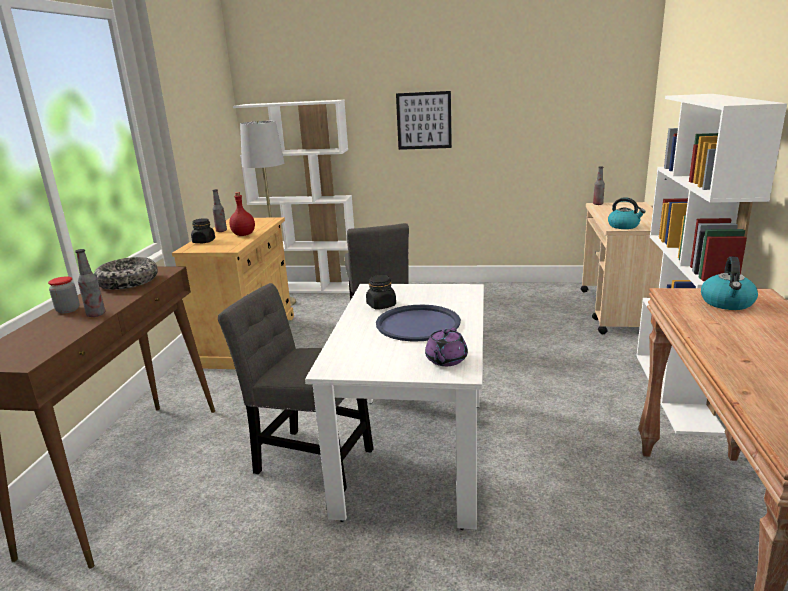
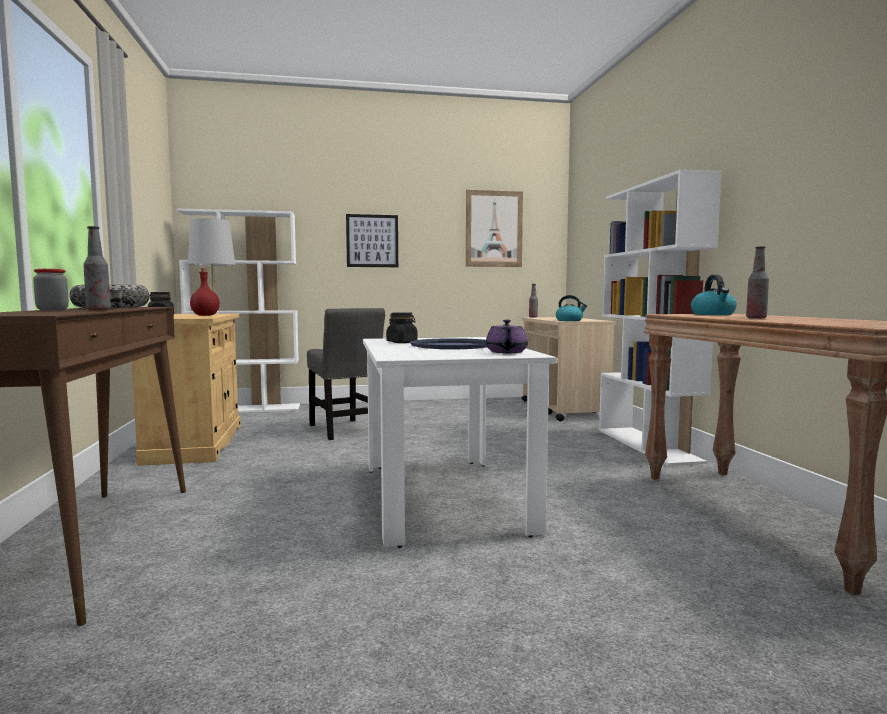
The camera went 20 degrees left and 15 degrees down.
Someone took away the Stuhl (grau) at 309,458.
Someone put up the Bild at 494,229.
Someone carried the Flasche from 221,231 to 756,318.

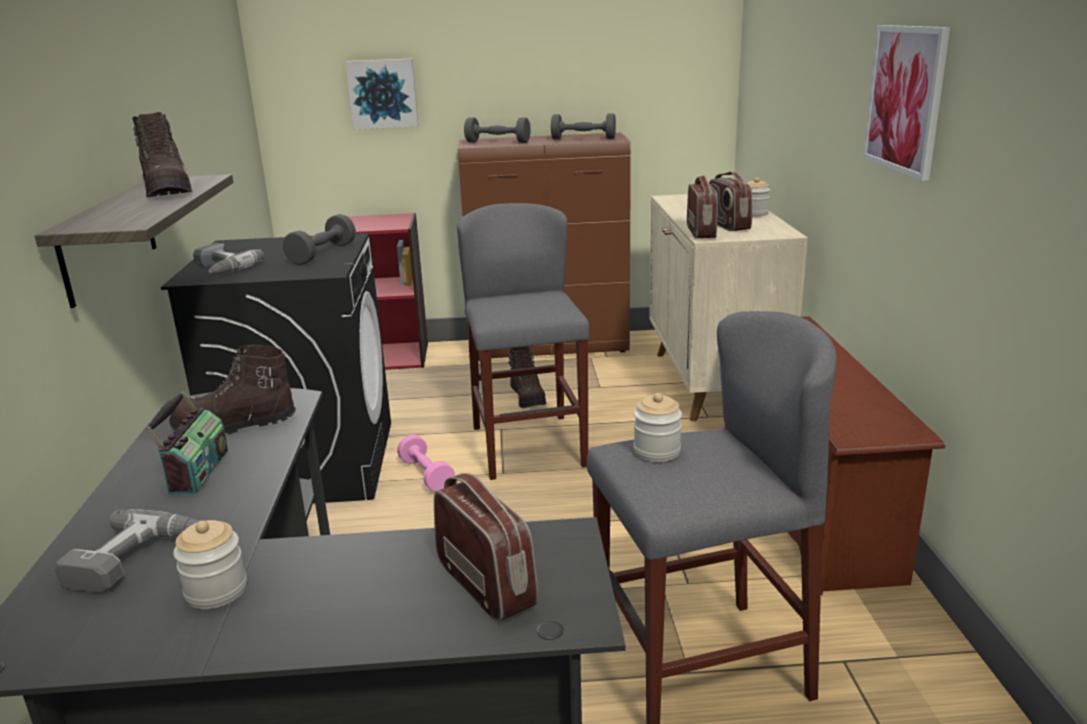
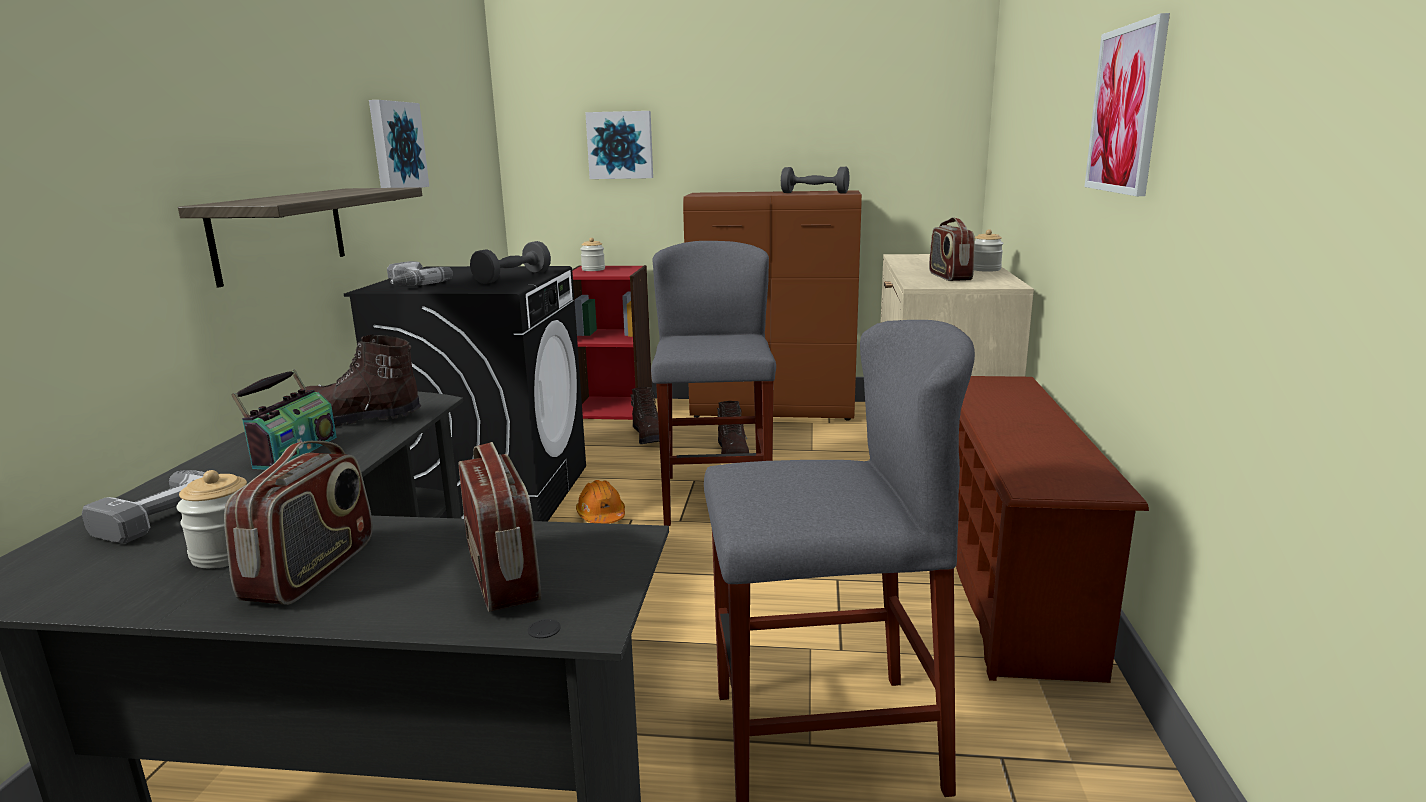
The camera went 10 degrees right and 5 degrees down.
Someone took away the Hantel (grau) at 497,142.
Someone put up the Bild at 396,146.
Someone carried the Stiefel (braun) from 167,191 to 649,436.
Someone carried the Vorratsglas from 657,451 to 593,269.
Someone carried the Radio from 701,232 to 312,571.
Someone swapped the Hantel (rosa) at 426,475 for the Schutzhelm (orange) at 601,516.

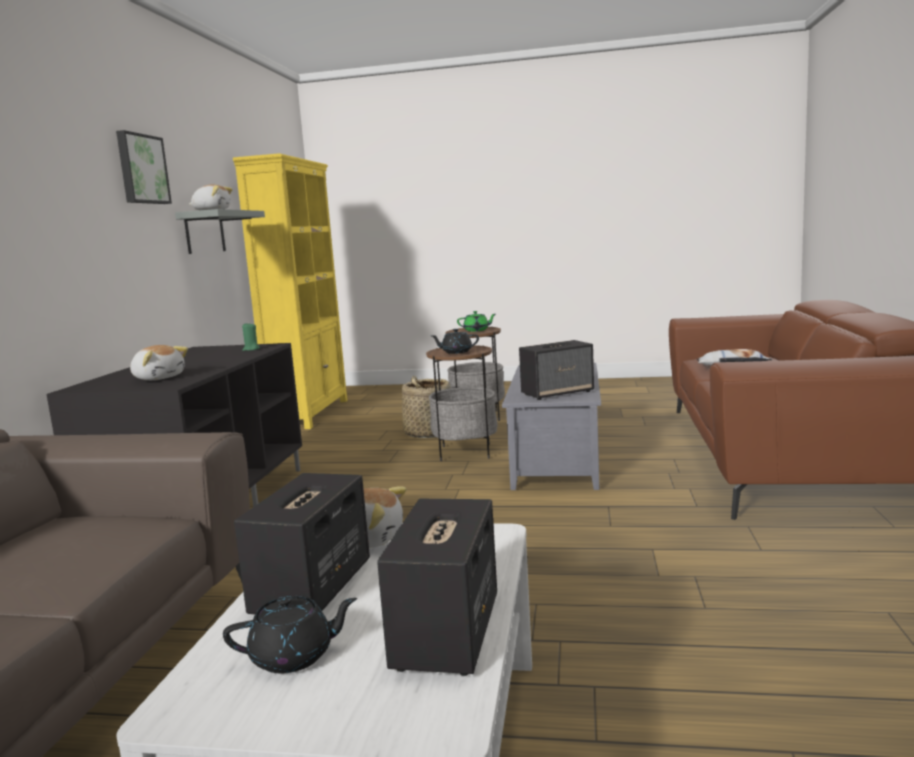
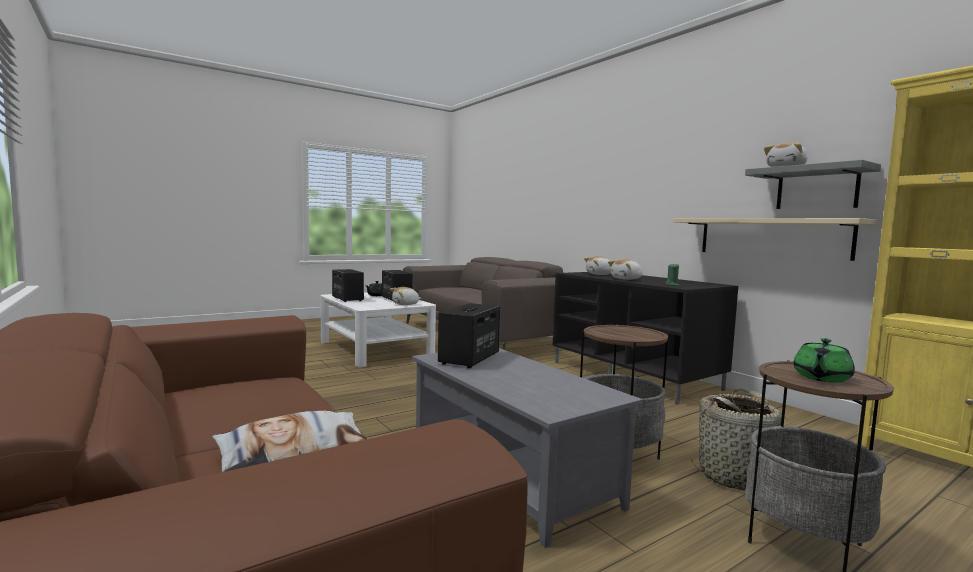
The camera went 135 degrees right and 5 degrees down.
Someone took away the Bild at 141,169.
Someone took away the Teekanne (schwarz) at 456,352.
Someone put down the Plüschtier at 627,279.
Someone put up the Wandregal (beige) at 771,237.

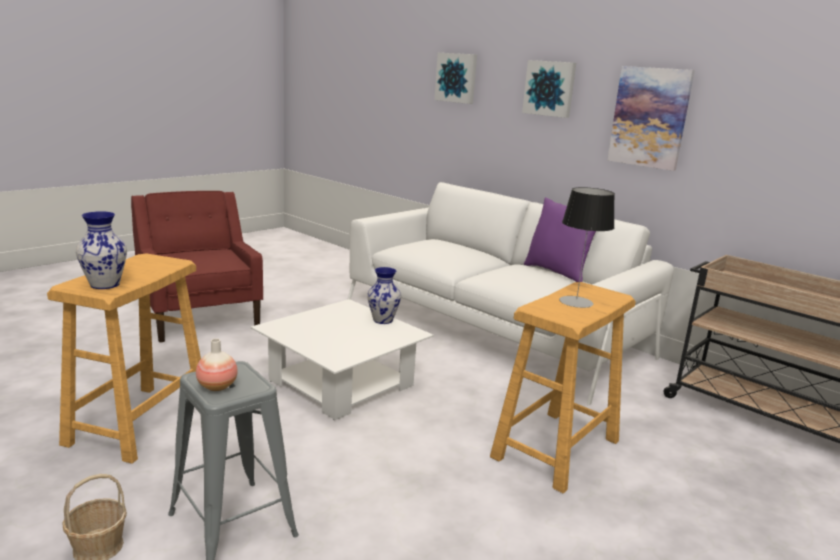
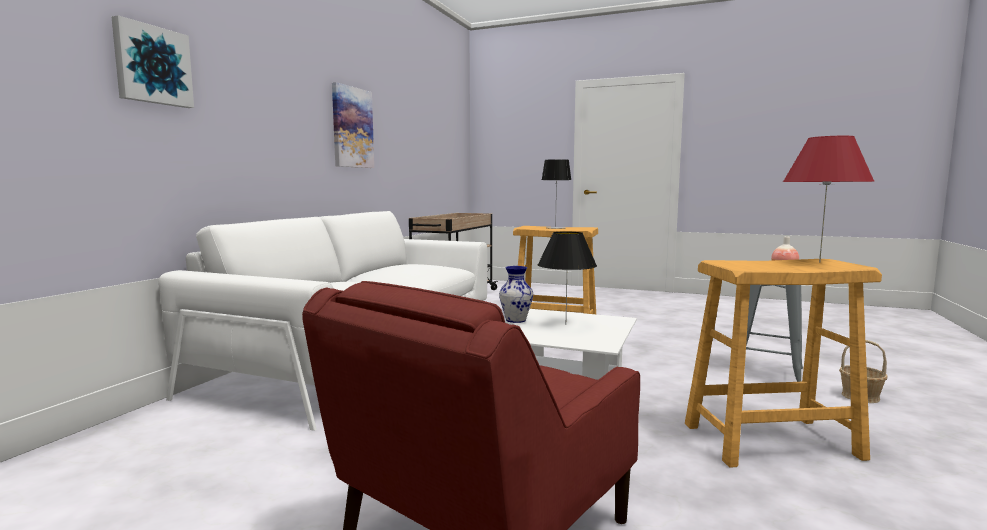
The camera went 110 degrees left and 10 degrees down.
Someone took away the Bild at 550,88.
Someone took away the Kissen (lila) at 557,272.
Someone put down the Tischlampe (schwarz) at 565,325.
Someone swapped the Vase at 104,284 for the Tischlampe (rot) at 820,262.

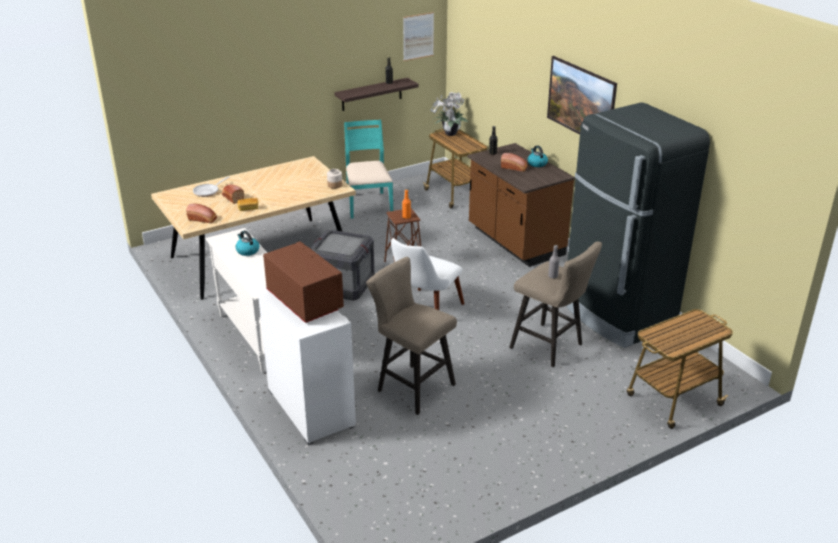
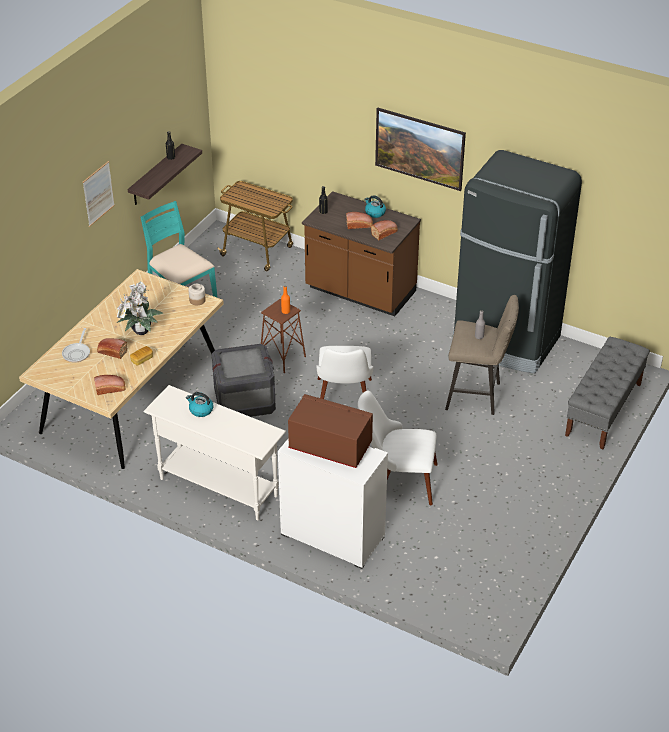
The camera went 30 degrees left and 10 degrees up.
Someone put down the Brot at 385,233.
Someone carried the Bild from 418,36 to 98,193.
Someone carried the Topfpflanze from 449,134 to 140,332.
Someone swapped the Hocker (beige) at 411,386 for the Stuhl (weiß) at 397,480.
Someone swapped the Rollwagen at 672,401 for the Bank (grau) at 603,410.

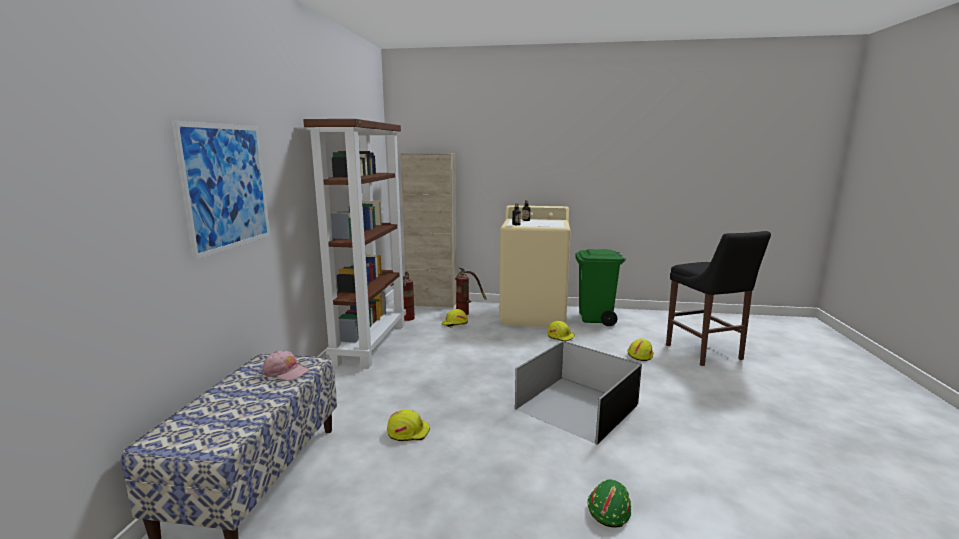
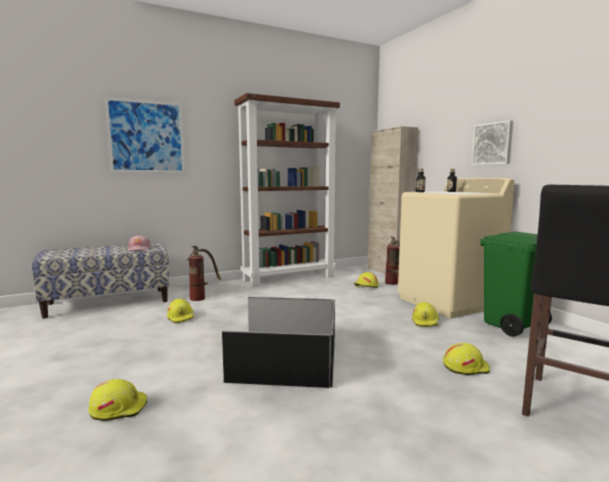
The camera went 55 degrees right and 5 degrees down.
Someone put up the Bild at 493,144.
Someone carried the Feuerlöscher from 405,316 to 201,297.
Someone repainted the Schutzhelm (grün) at 608,508, which became the Schutzhelm (gelb) at 119,408.

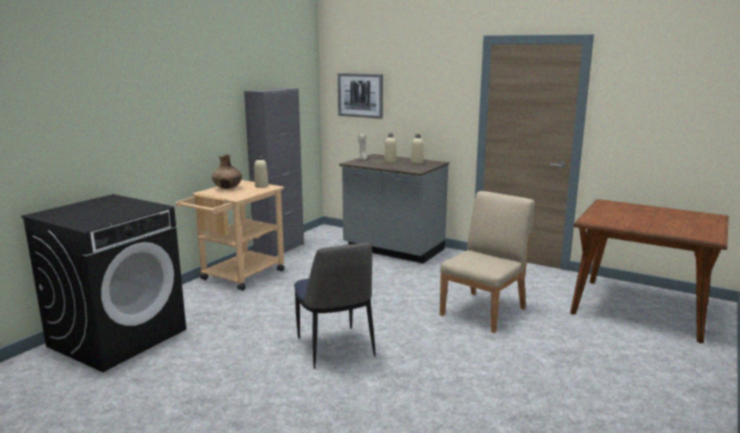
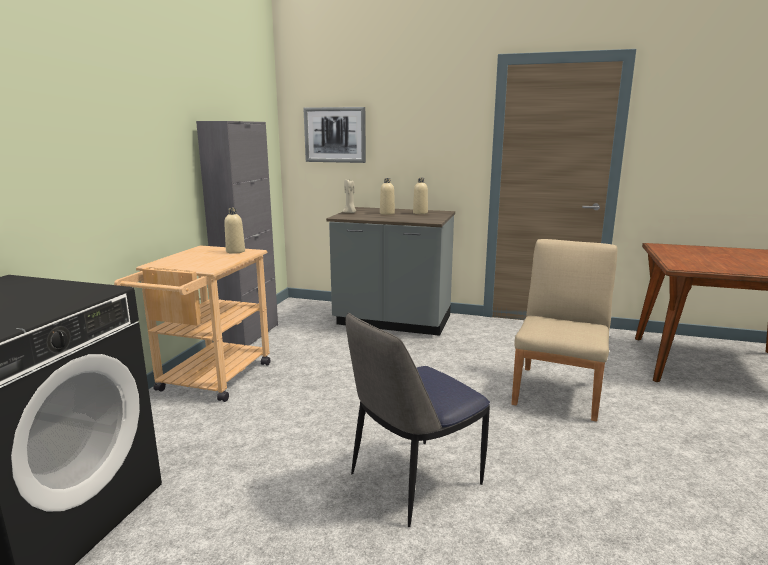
The camera went 15 degrees left and 0 degrees up.
Someone took away the Vase (braun) at 228,188.
Someone rotated the Stuhl at 335,348 by 90 degrees clockwise.

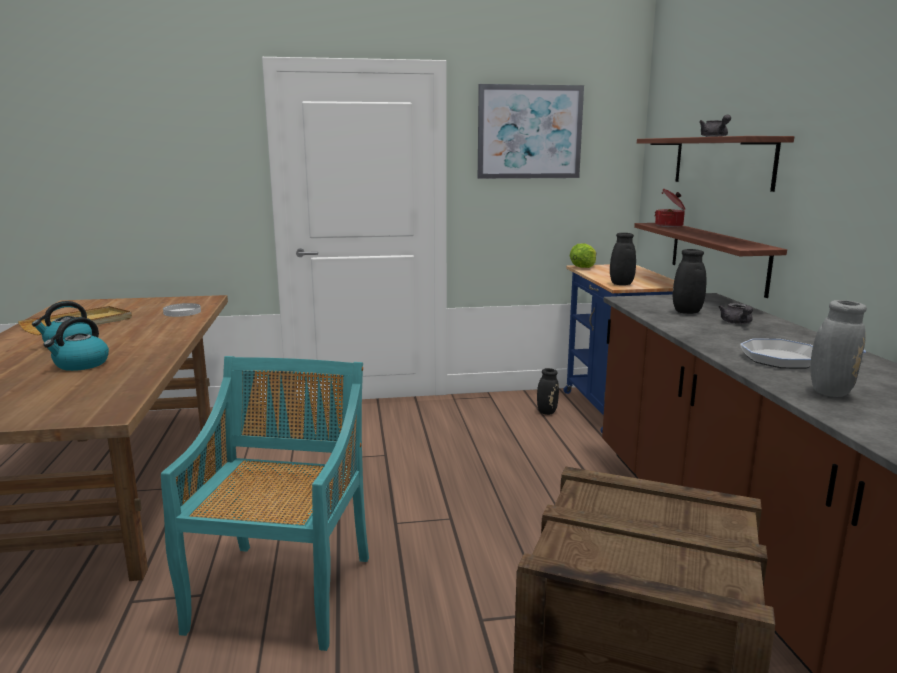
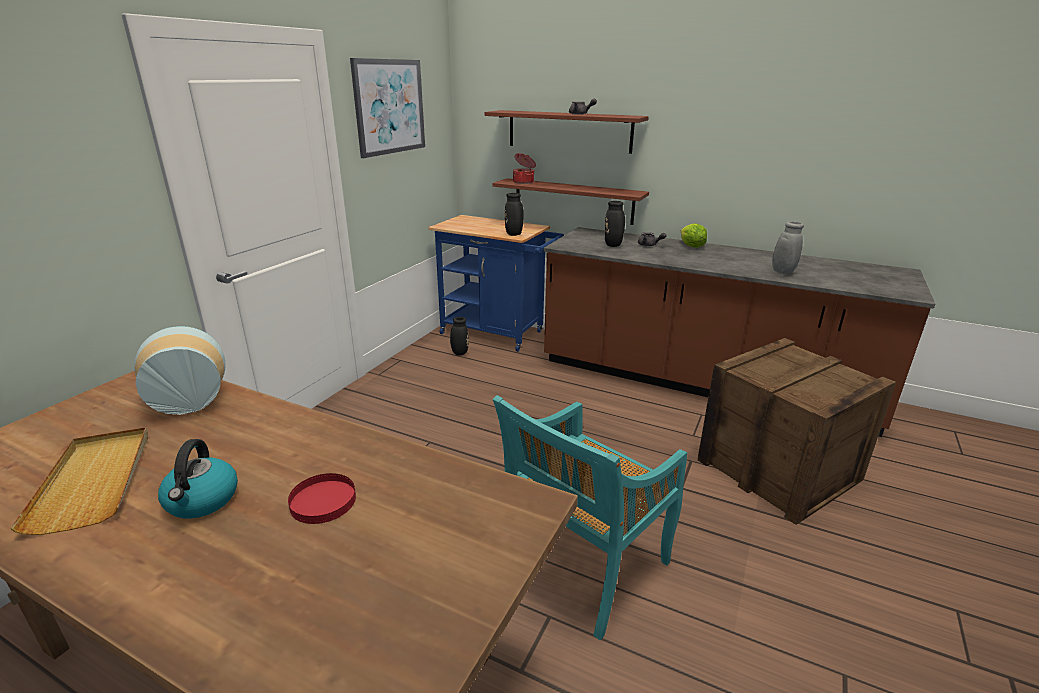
The camera went 55 degrees left and 10 degrees up.
Someone took away the Pfanne at 786,359.
Someone carried the Salatkopf from 583,267 to 691,246.
Someone swapped the Wasserkessel at 81,364 for the Teller (rot) at 323,501.
Someone swapped the Teller (weiß) at 182,312 for the Vase at 190,399.
Someone rotated the Stuhl (türkis) at 282,591 by 90 degrees counterclockwise.

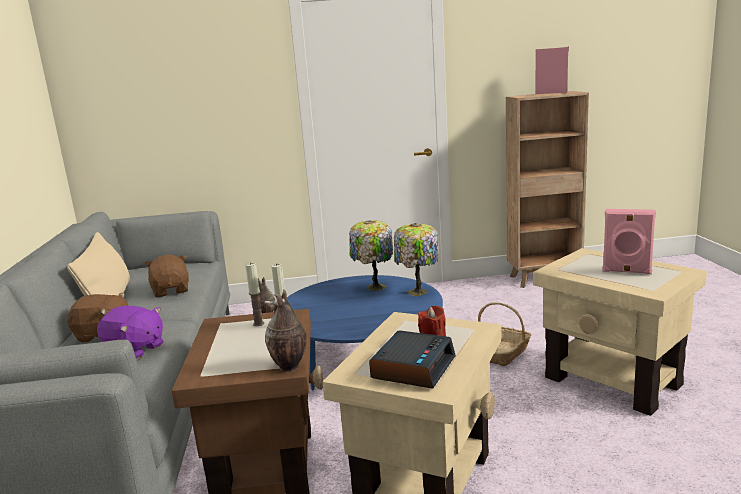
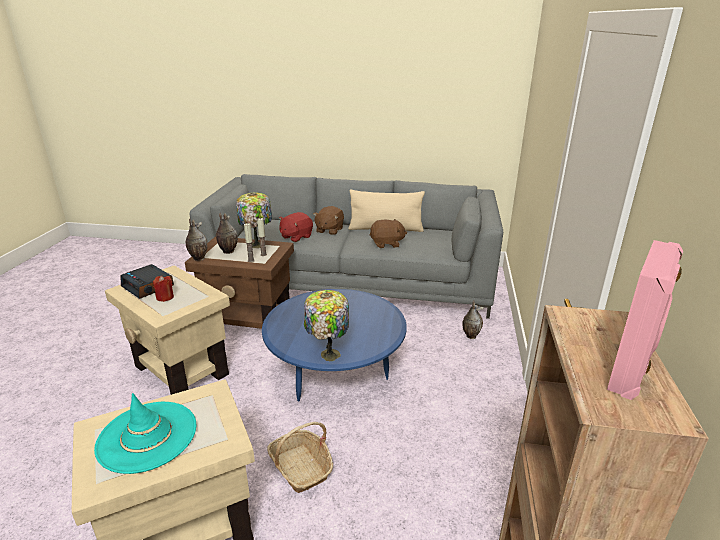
The camera went 105 degrees right and 10 degrees up.
Someone put down the Vase at 227,251.
Someone carried the Tischlampe from 374,287 to 258,244.
Someone swapped the Lautsprecher (rosa) at 626,271 for the Hut (türkis) at 147,436.
Someone repainted the Plüschtier (lila) at 135,350, which became the Plüschtier (rot) at 296,237.

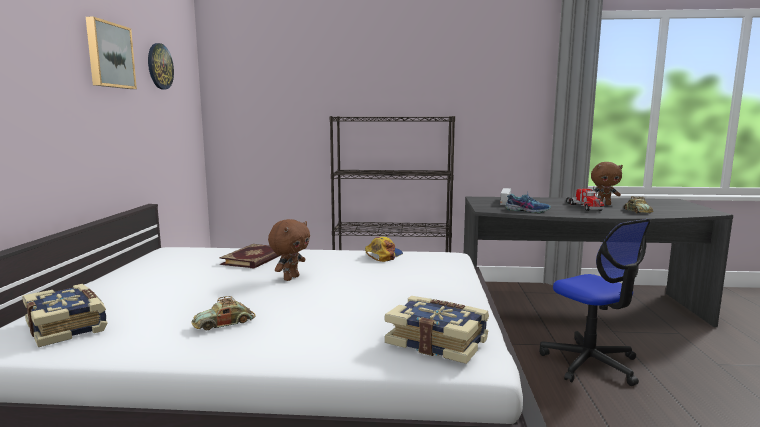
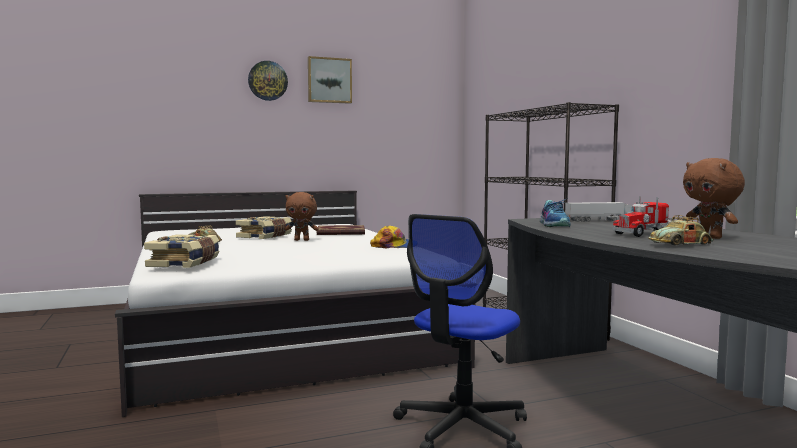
The camera went 65 degrees right and 5 degrees down.
Someone carried the Buch from 68,327 to 265,236.
Someone carried the Wanduhr from 159,66 to 267,80.

